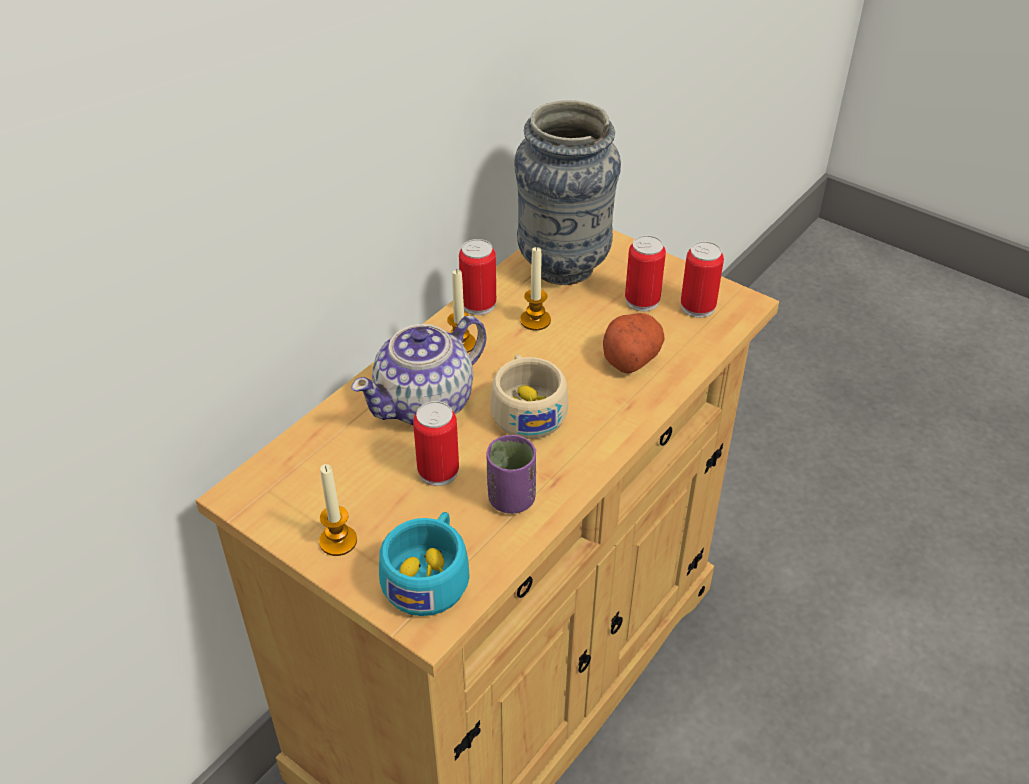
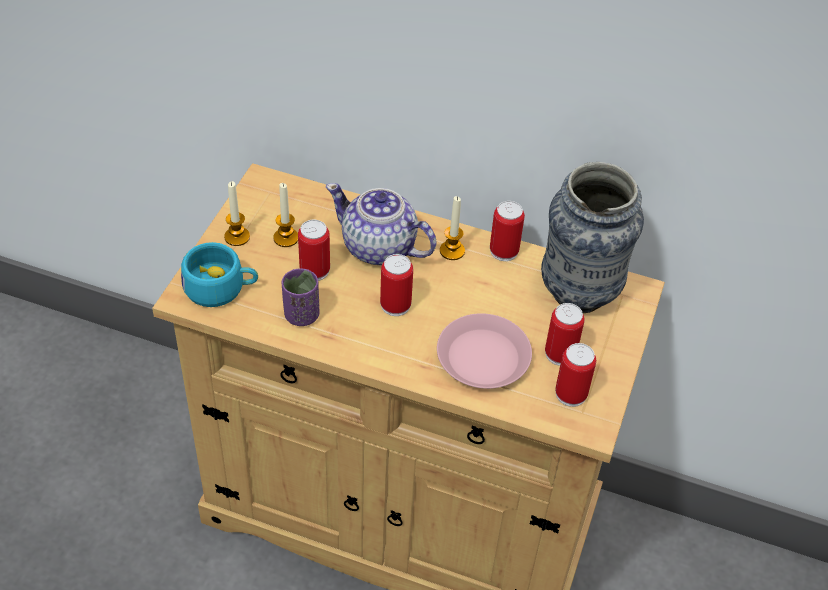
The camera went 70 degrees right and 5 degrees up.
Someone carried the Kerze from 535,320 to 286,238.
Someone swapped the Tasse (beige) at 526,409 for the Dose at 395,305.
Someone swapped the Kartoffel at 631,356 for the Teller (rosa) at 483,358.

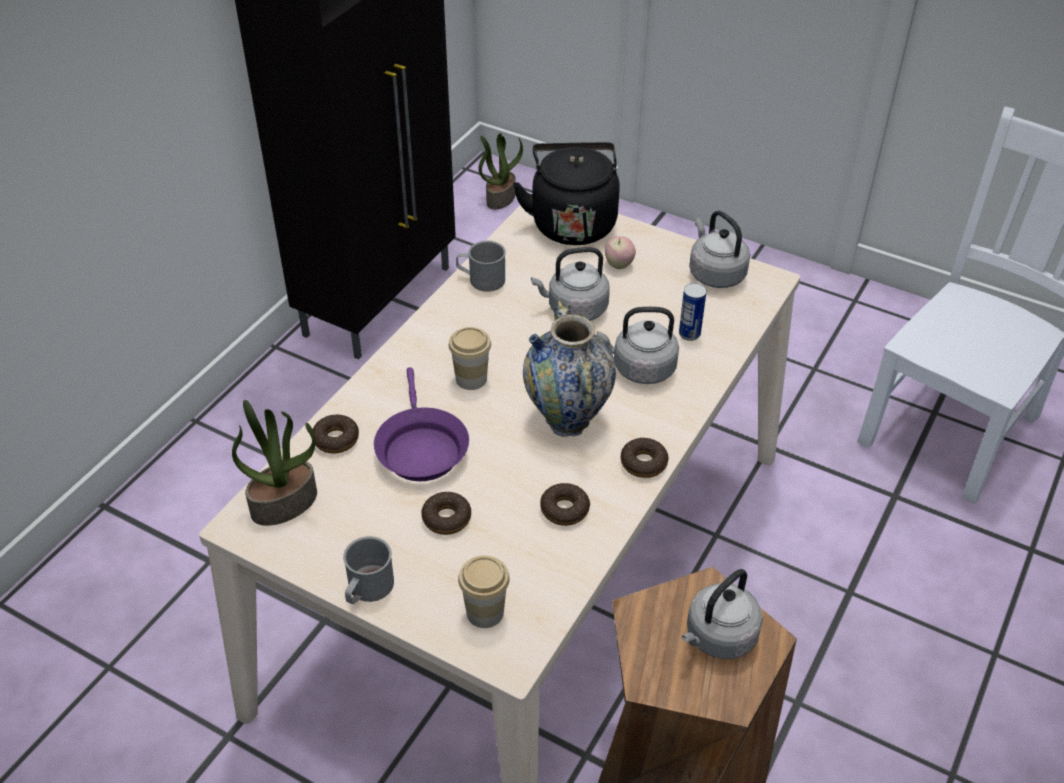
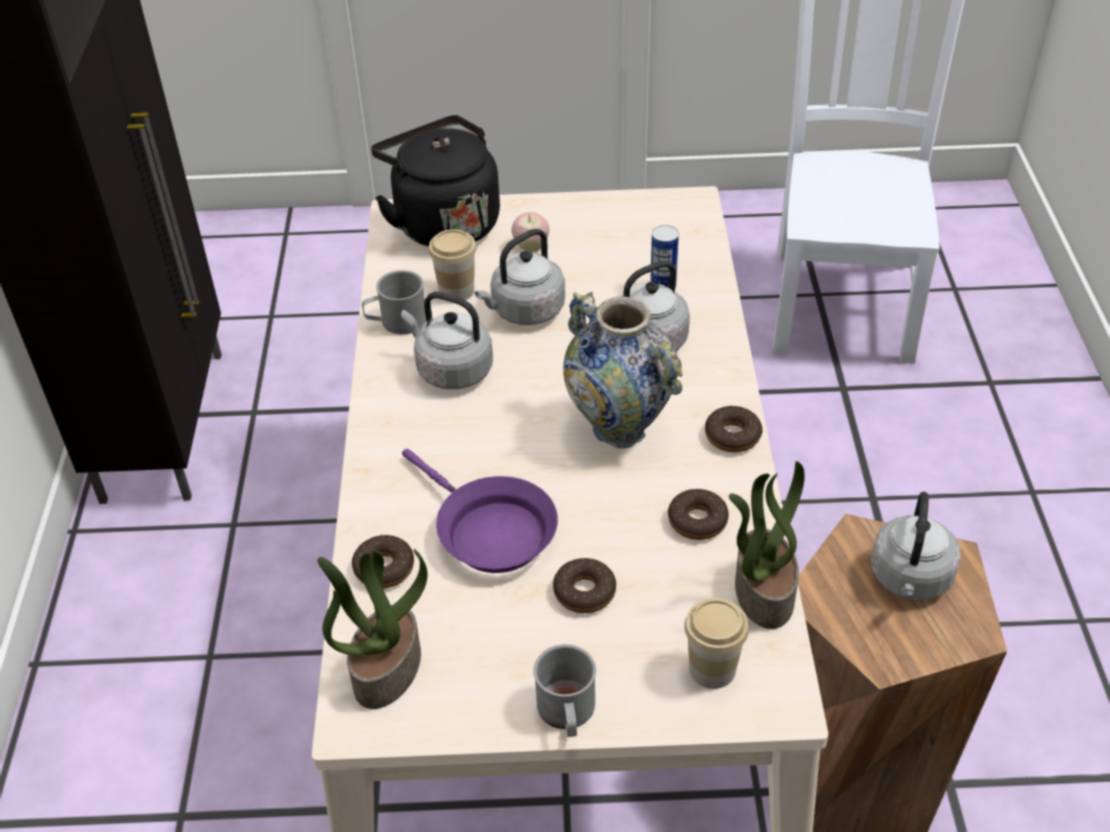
The camera went 30 degrees left and 0 degrees up.
Someone carried the Tasse from 471,379 to 456,291.
Someone carried the Topfpflanze from 500,198 to 762,591.
Someone carried the Wasserkessel (grau) from 715,273 to 451,370.

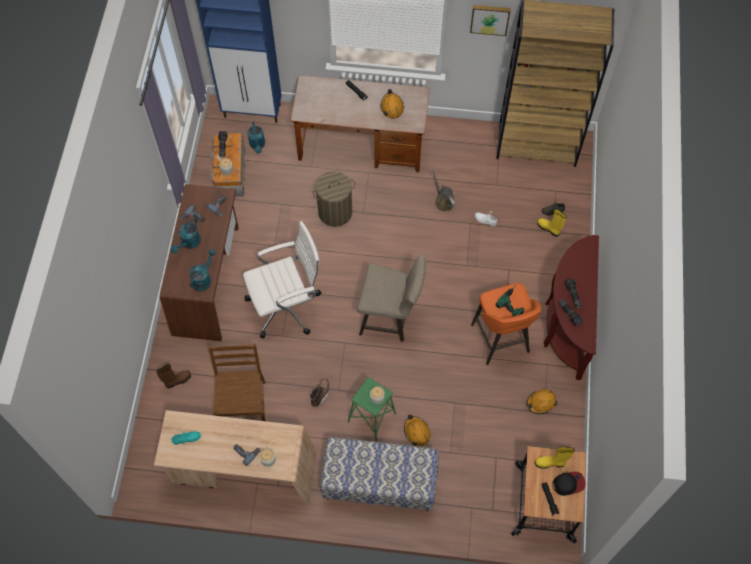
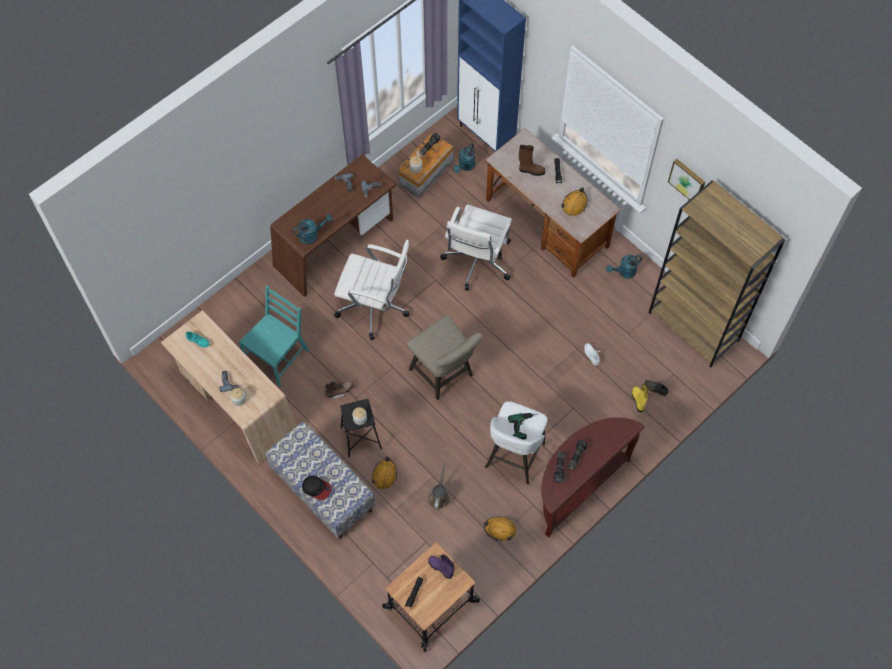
The camera went 40 degrees right and 0 degrees up.
Someone carried the Stiefel (braun) from 177,380 to 531,170.
Someone carried the Gießkanne (türkis) from 189,243 to 624,272.
Someone carried the Gießkanne (braun) from 443,201 to 439,496.
Someone carried the Kappe from 568,483 to 316,488.
Someone swapped the Wäschekorb at 335,212 for the Bürostuhl (weiß) at 477,262.
Someone repainted the Stuhl (braun) at 243,405, which became the Stuhl (türkis) at 278,356.
Someone repainted the Hocker (grün) at 371,417, which became the Hocker (schwarz) at 361,438.
Someone repainted the Hocker (orange) at 500,340, which became the Hocker (weiß) at 514,457.
Someone repainted the Stiefel (gelb) at 551,463, which became the Stiefel (lila) at 441,568.

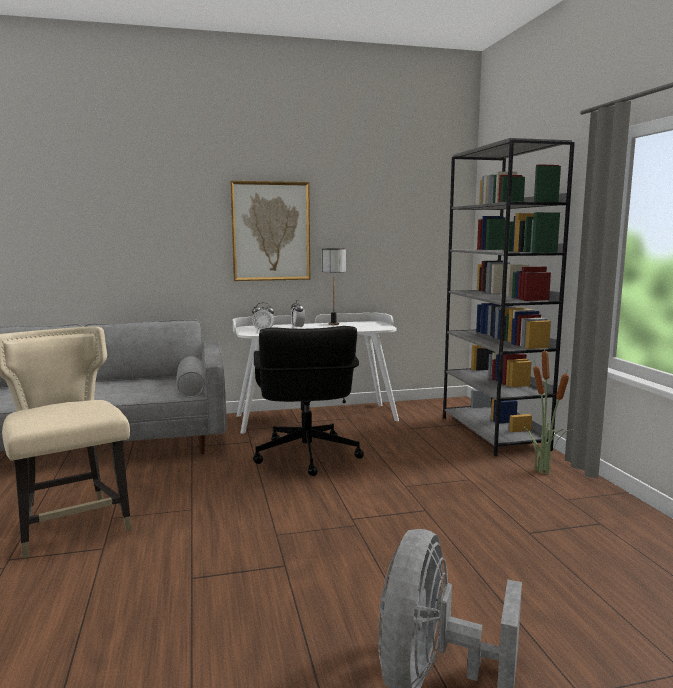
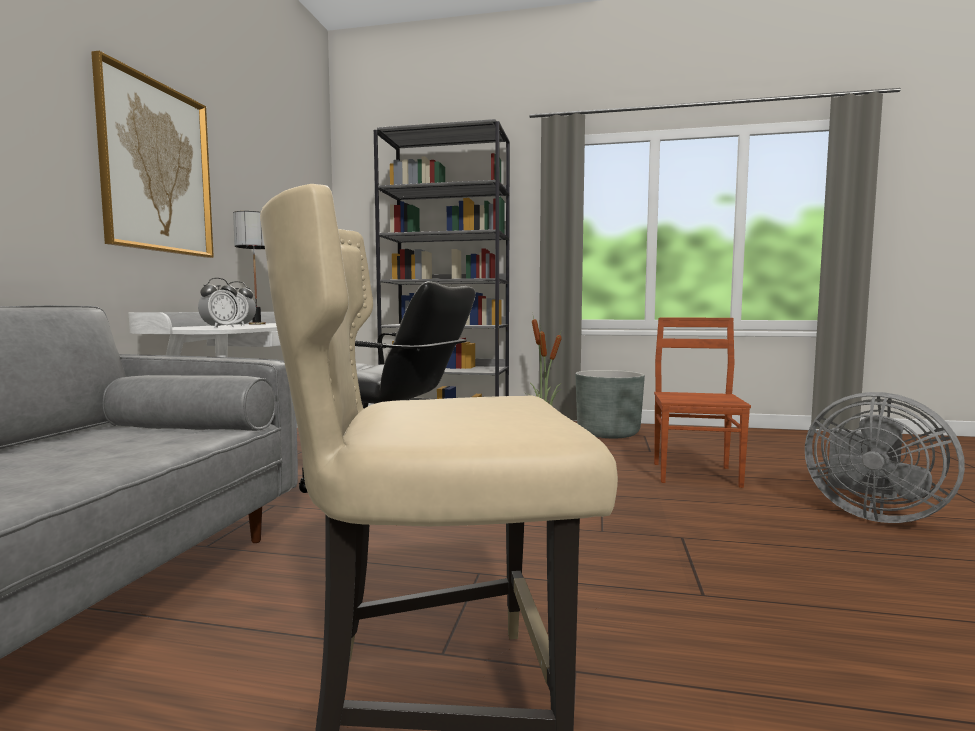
The camera went 65 degrees left and 5 degrees down.
Someone put down the Pflanzkübel (grau) at 608,433.
Someone put down the Stuhl (braun) at 697,474.

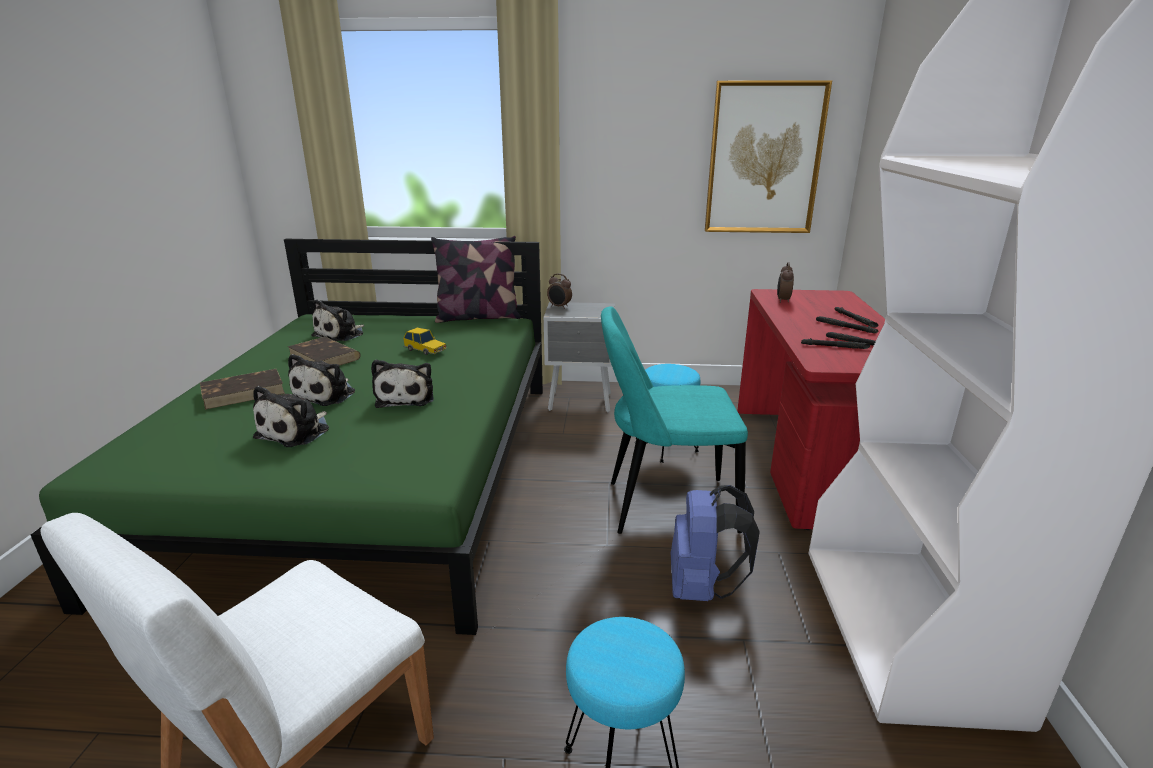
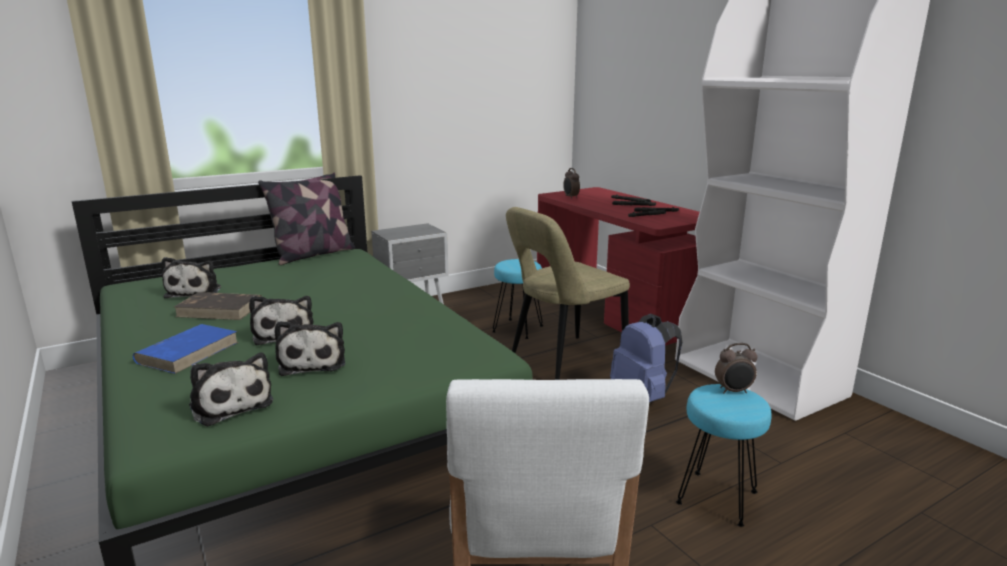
The camera went 35 degrees left and 5 degrees down.
Someone took away the Spielzeugauto at 425,350.
Someone took away the Bild at 764,159.
Someone carried the Plüschtier from 406,397 to 230,404.
Someone carried the Wecker from 559,307 to 733,391.
Someone repainted the Buch (braun) at 244,392, which became the Buch (blau) at 189,352.
Someone repainted the Stuhl (türkis) at 664,506, which became the Stuhl (beige) at 563,363.

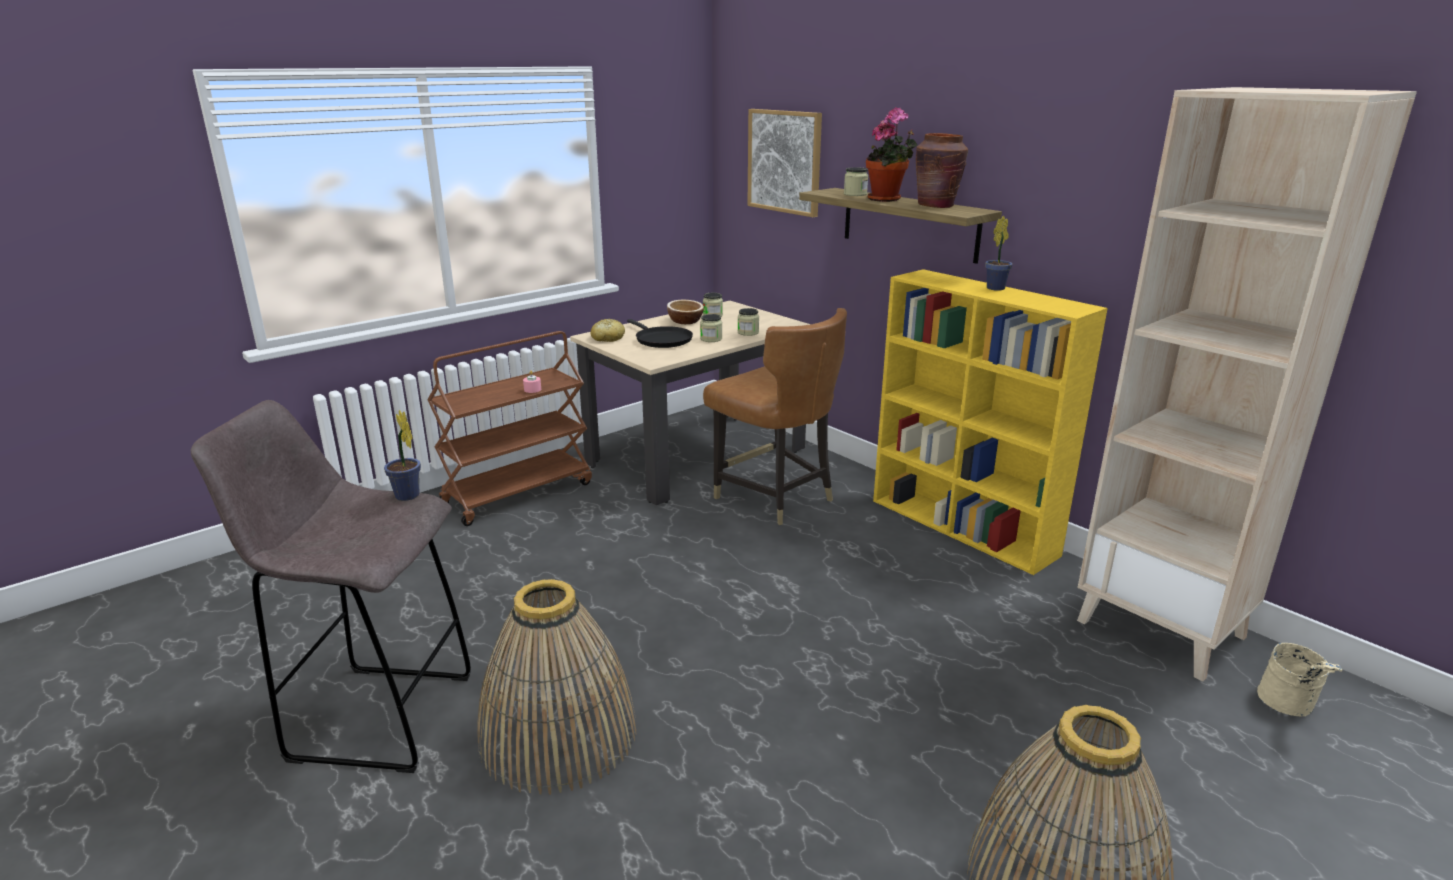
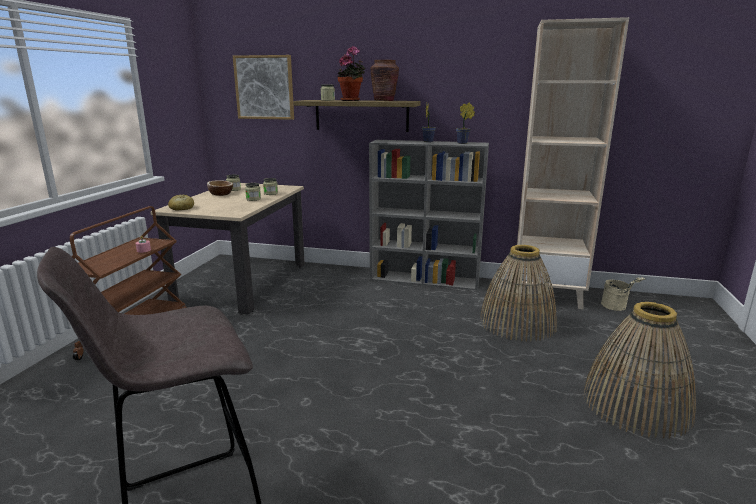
The camera went 35 degrees left and 5 degrees down.
Someone took away the Pfanne (schwarz) at 661,340.
Someone took away the Stuhl (braun) at 775,497.
Someone carried the Topfpflanze from 408,497 to 463,143.
Someone carried the Korb from 558,734 to 517,323.
Someone repainted the Bücherregal (gelb) at 964,527, which became the Bücherregal (grau) at 425,280.

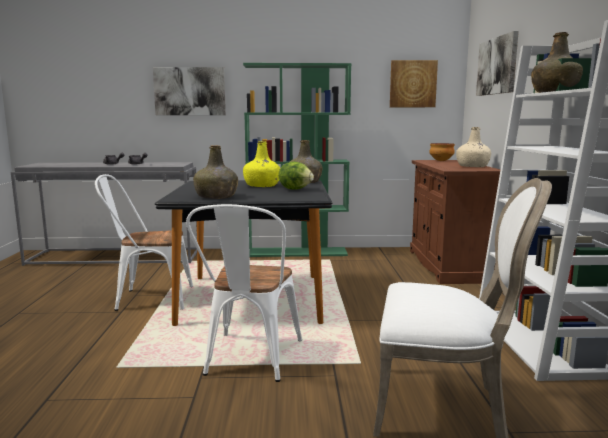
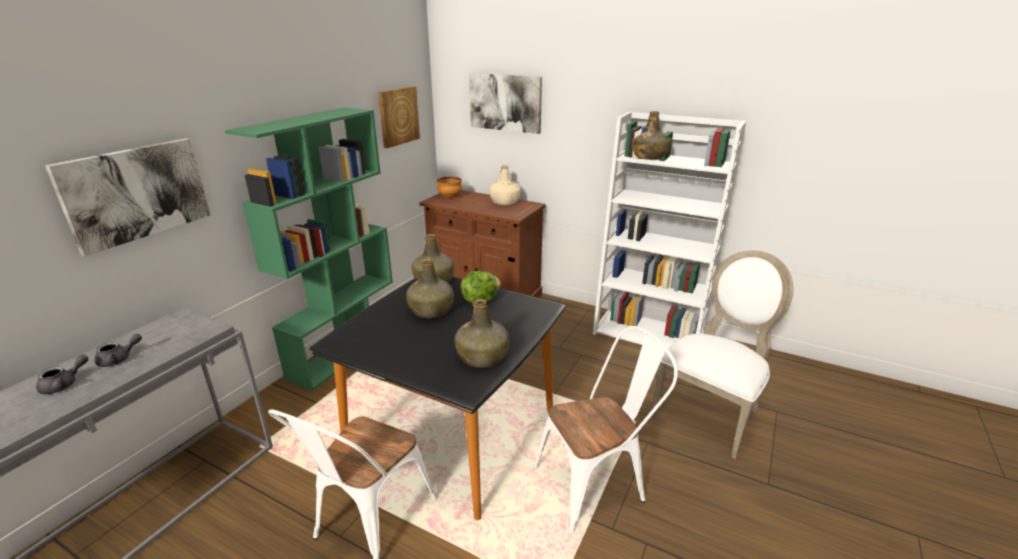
The camera went 60 degrees left and 15 degrees up.
Someone repainted the Flasche (gelb) at 262,186, which became the Flasche (grün) at 431,310.
Someone rotated the Stuhl (weiß) at 249,361 by 60 degrees counterclockwise.

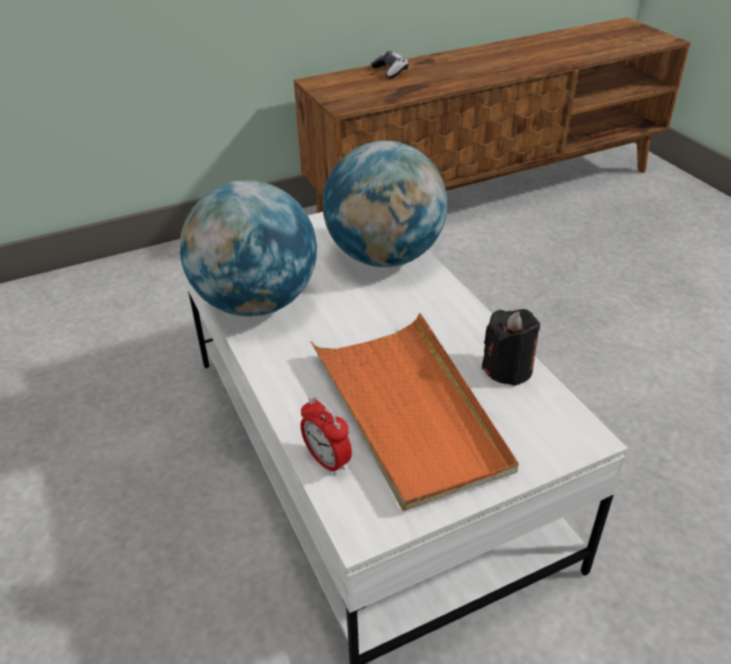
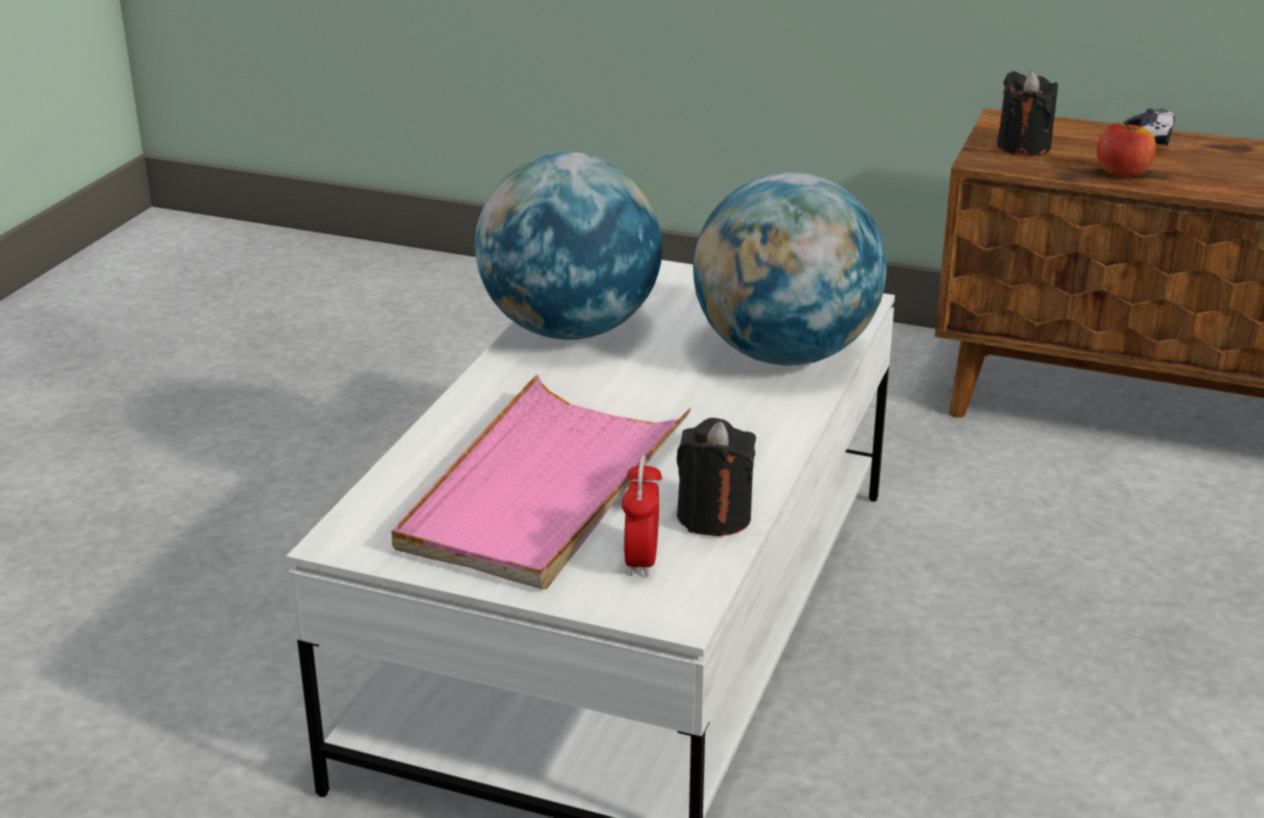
The camera went 45 degrees right and 10 degrees down.
Someone put down the Kerze (schwarz) at 1023,147.
Someone put down the Apfel at 1122,173.
Someone carried the Wecker from 327,461 to 641,560.
Someone repainted the Tablett (orange) at 409,411, which became the Tablett (rosa) at 544,490.

